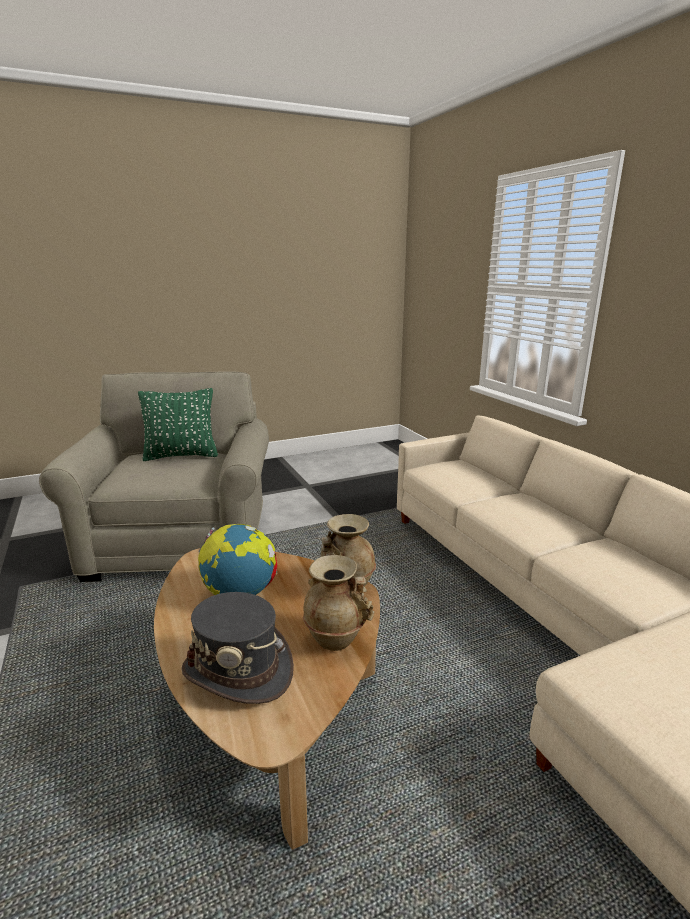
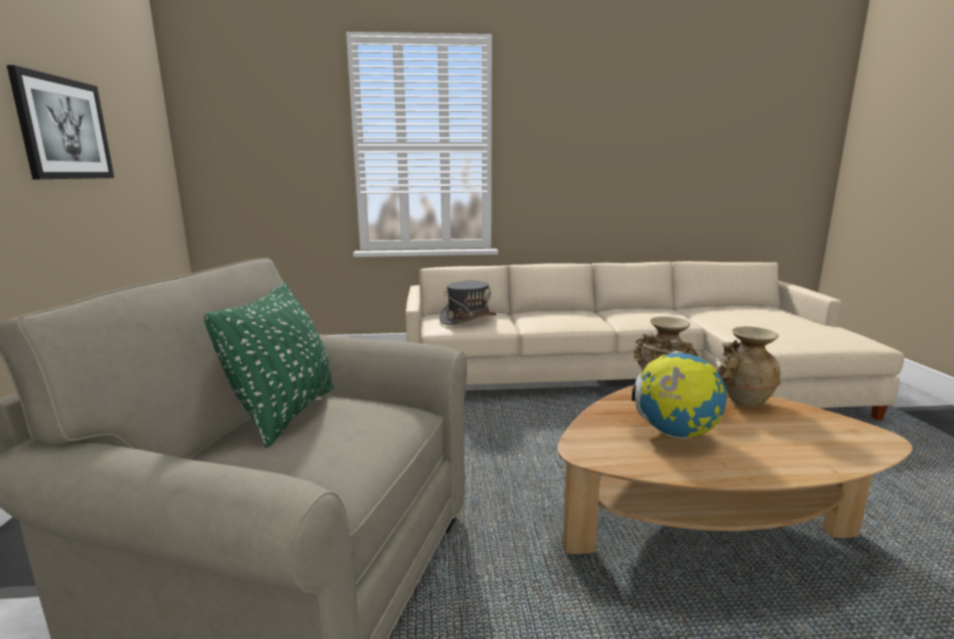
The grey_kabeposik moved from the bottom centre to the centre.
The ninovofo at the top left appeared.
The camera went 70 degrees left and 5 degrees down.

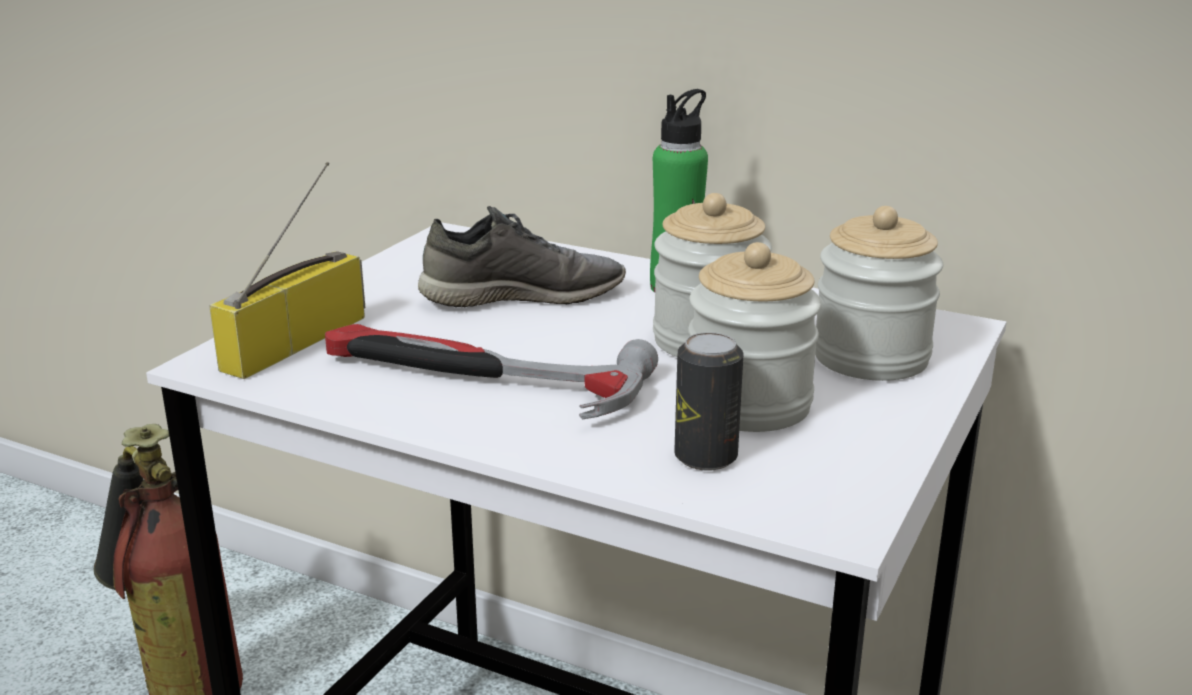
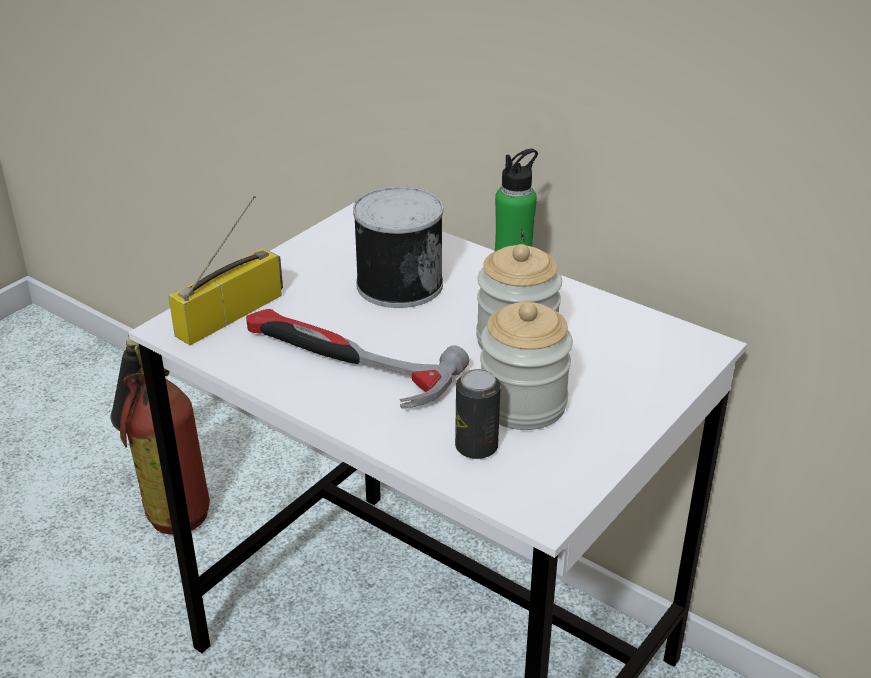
The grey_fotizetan at the centre was replaced by the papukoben (no. 1 from left) at the centre.
The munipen (no. 3 from left) at the middle right disappeared.
The camera went 10 degrees right and 10 degrees up.

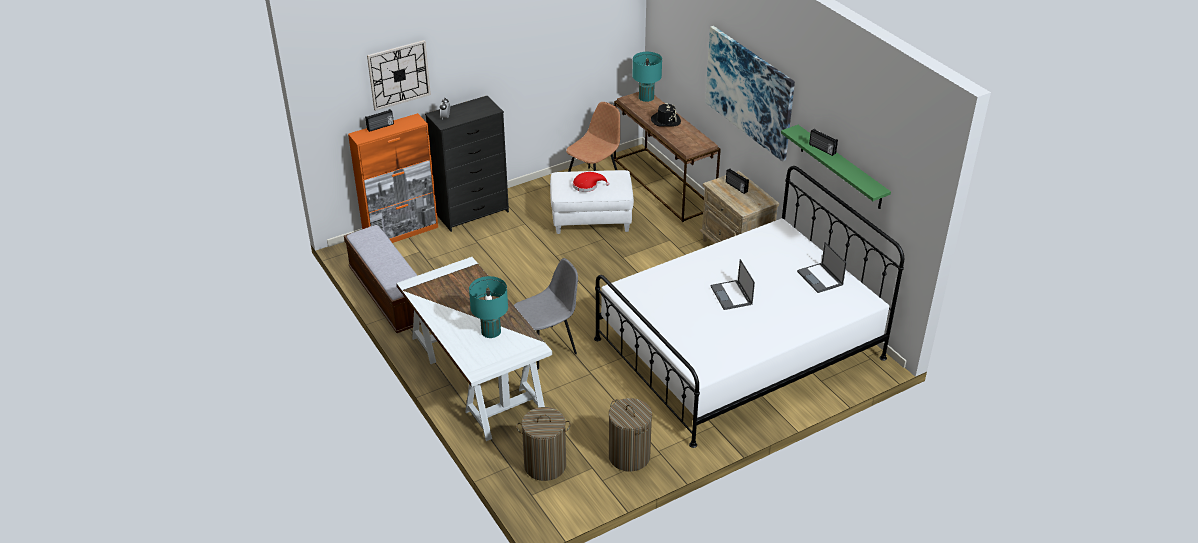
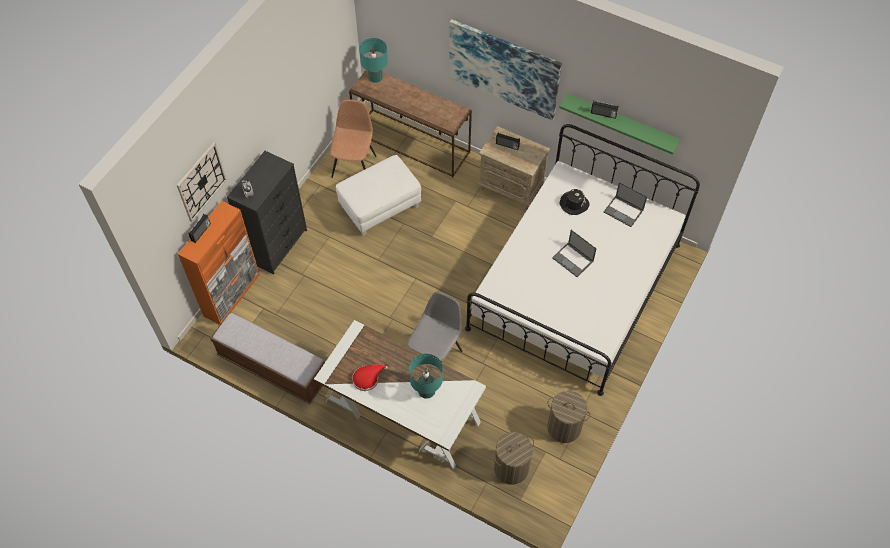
The red_kabeposik moved from the centre to the bottom centre.
The black_kabeposik moved from the top centre to the centre.
The camera went 30 degrees left and 20 degrees up.

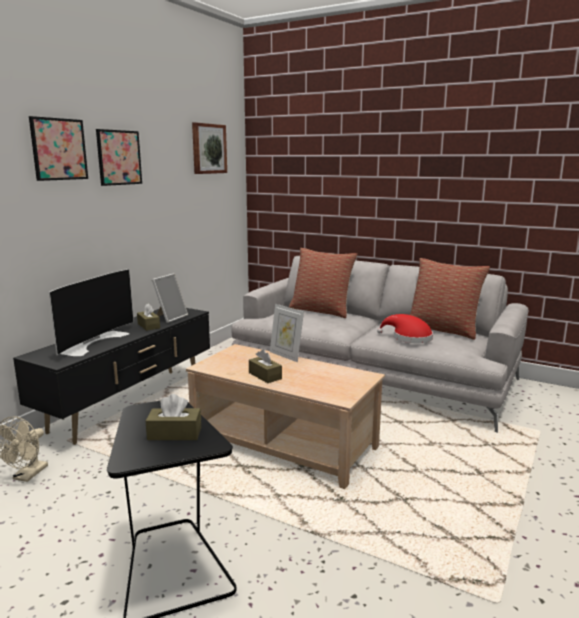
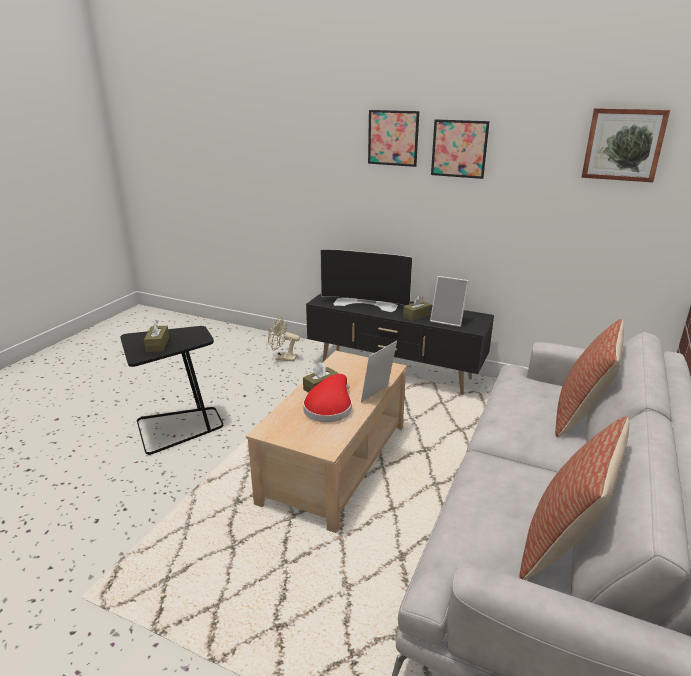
The red_kabeposik moved from the middle right to the centre.
The camera went 85 degrees right and 10 degrees up.

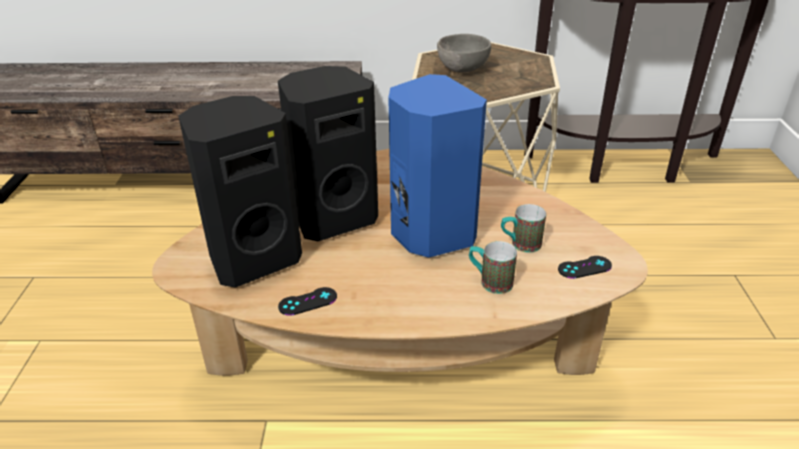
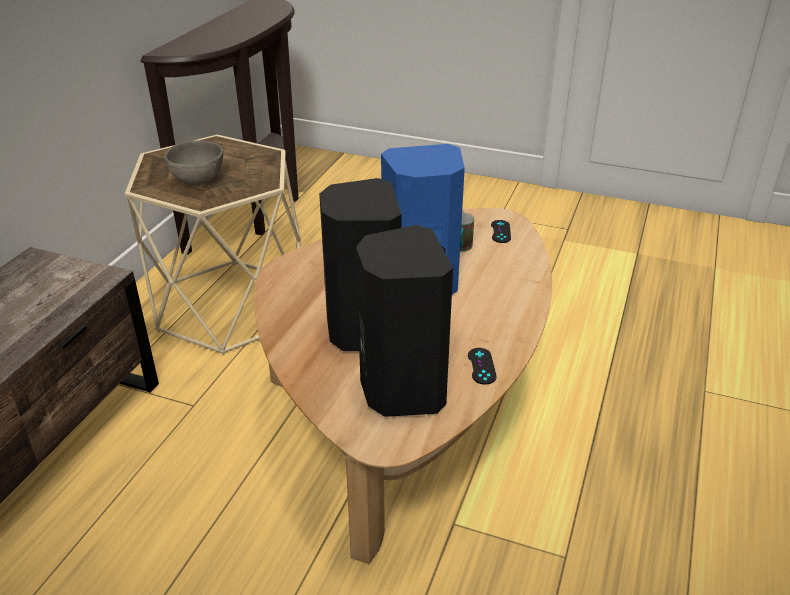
The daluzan (no. 1 from left) at the centre disappeared.
The camera went 70 degrees left and 0 degrees up.

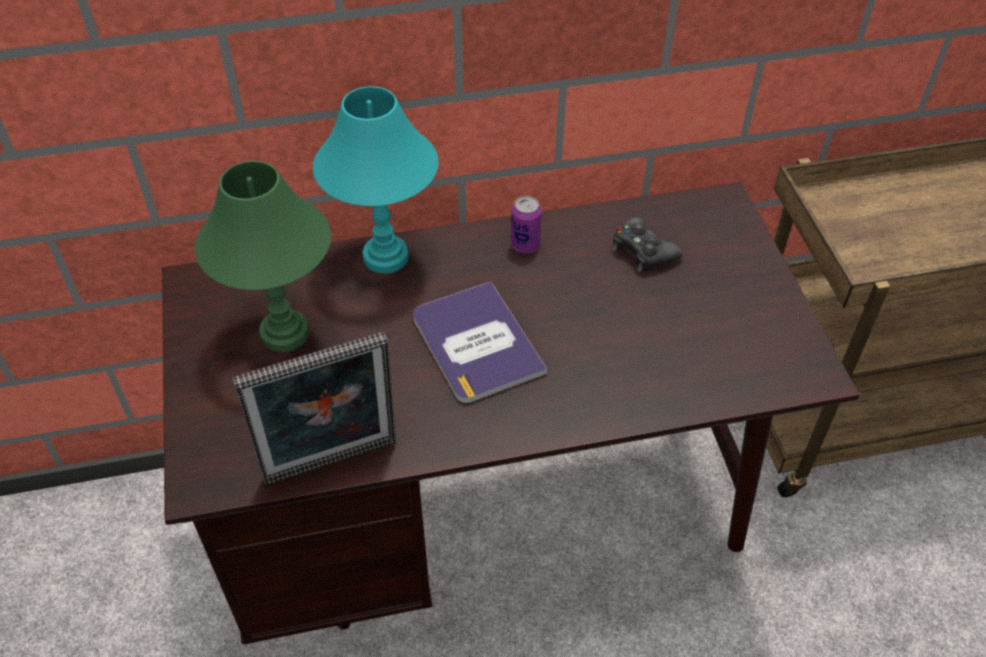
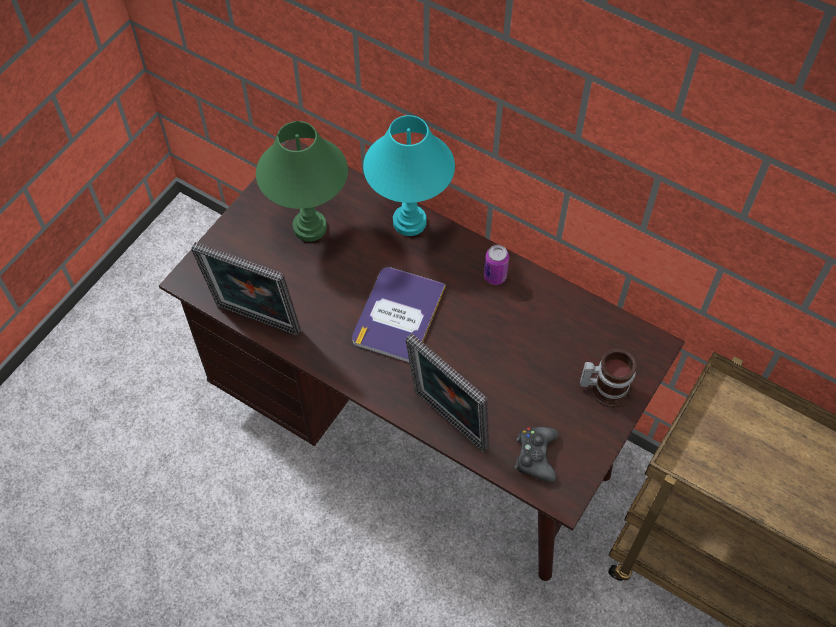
The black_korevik moved from the centre to the bottom centre.
The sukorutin (no. 2 from left) at the centre appeared.
The daluzan at the middle right appeared.
The camera went 45 degrees right and 10 degrees up.

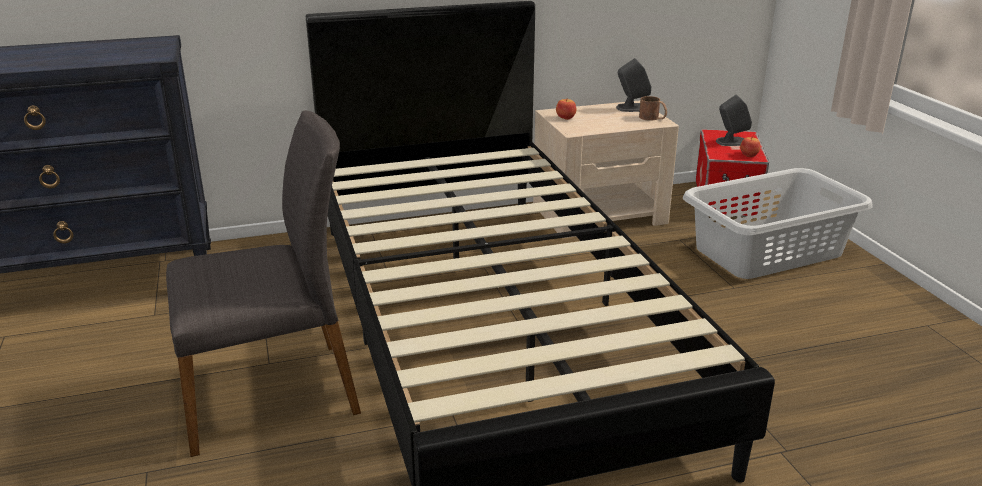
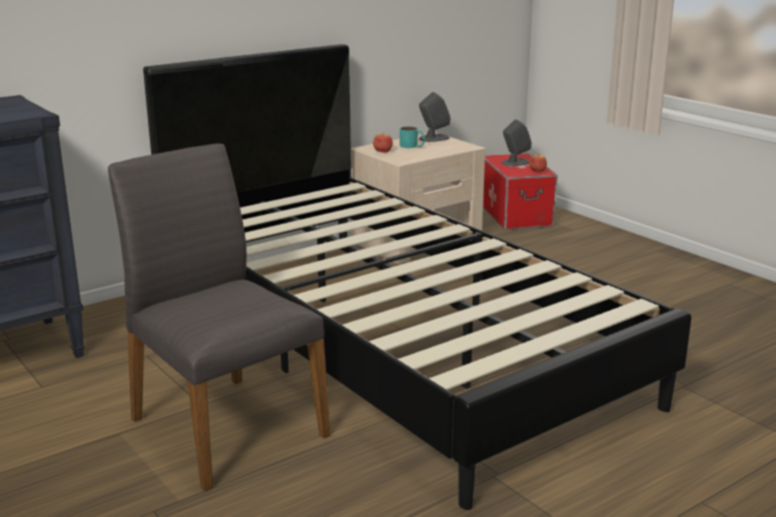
The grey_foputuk at the middle left turned 90 degrees counterclockwise.
The brown_daluzan at the top centre disappeared.
The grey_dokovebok at the middle right disappeared.
The turquoise_daluzan at the top centre appeared.
The camera went 20 degrees left and 5 degrees down.

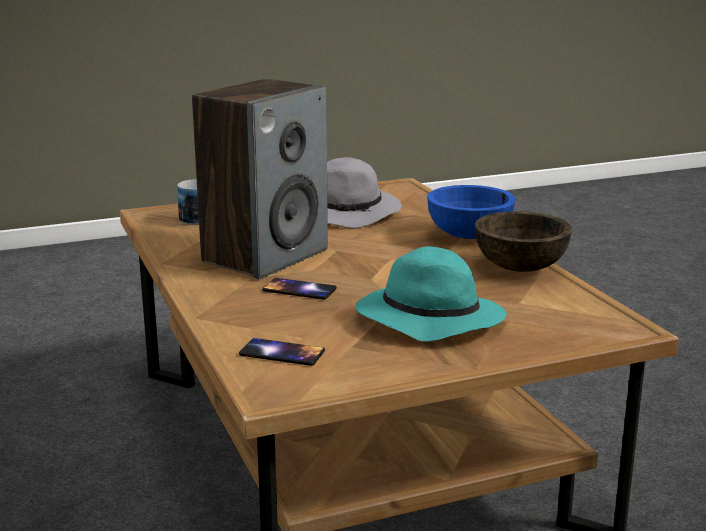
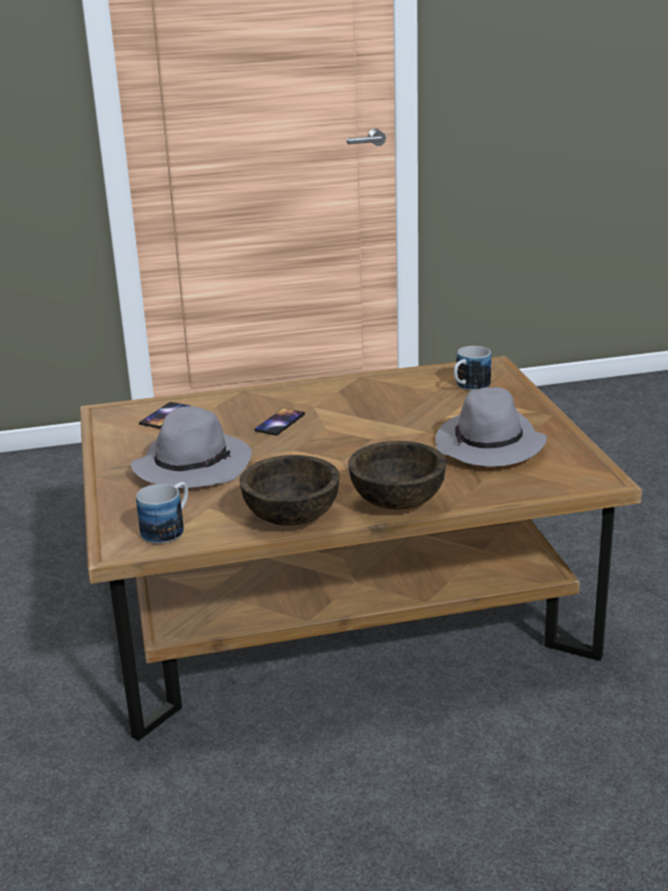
The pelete at the centre disappeared.
The turquoise_kabeposik at the centre became the grey_kabeposik (no. 1 from left) at the middle left.
The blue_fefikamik at the middle right became the brown_fefikamik (no. 2 from left) at the centre.
The daluzan (no. 1 from left) at the middle left appeared.
The camera went 100 degrees right and 5 degrees up.

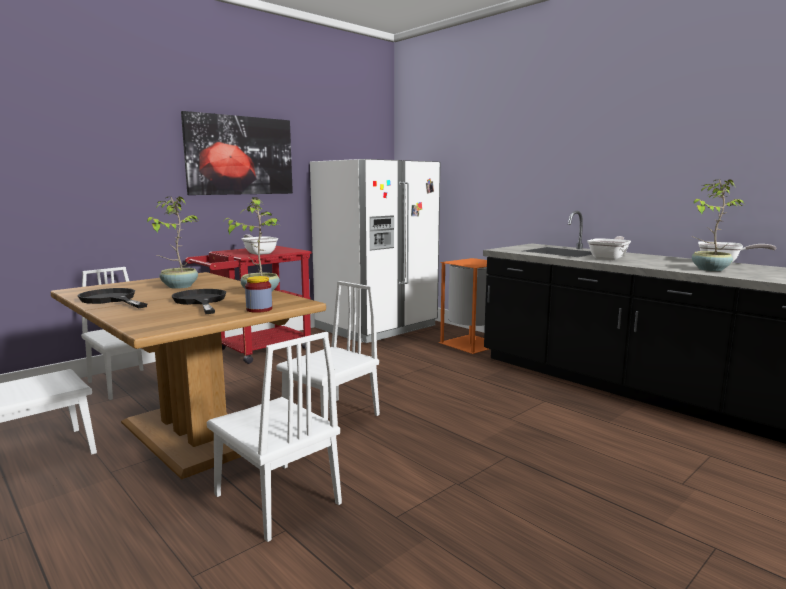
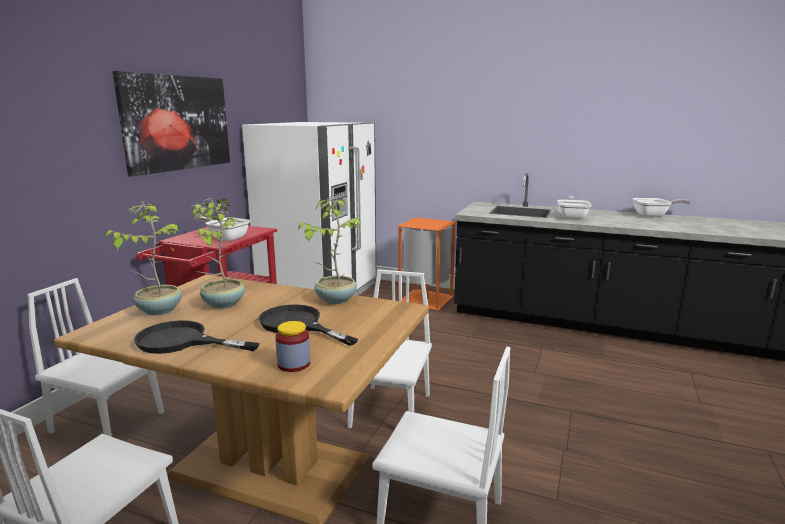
The munipen moved from the middle left to the centre.
The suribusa (no. 3 from left in the first image) moved from the middle right to the middle left.
The camera went 25 degrees left and 5 degrees up.

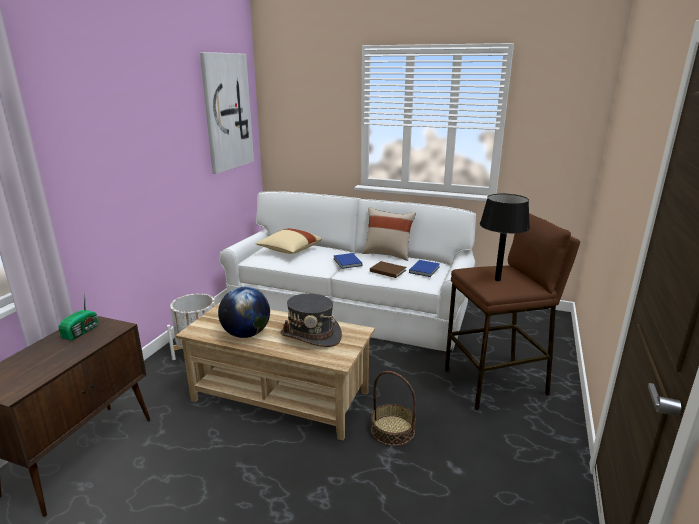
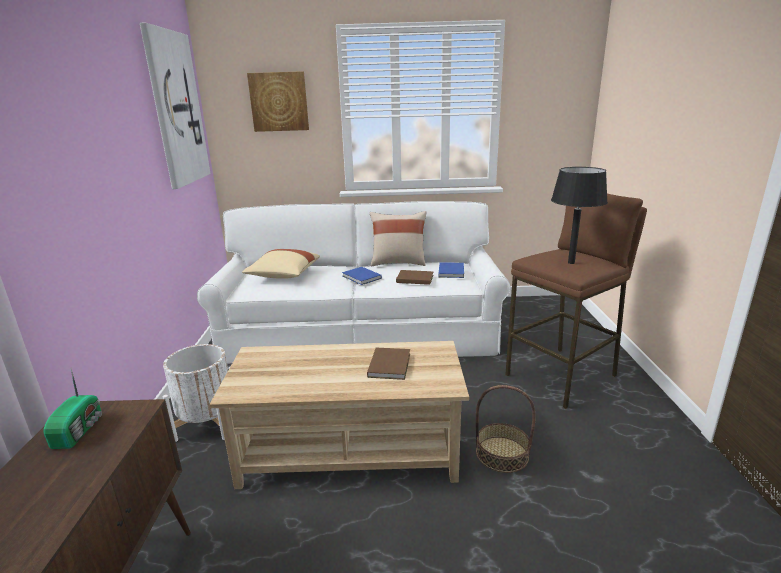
The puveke at the centre disappeared.
The grey_kabeposik at the centre was replaced by the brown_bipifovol (no. 1 from left) at the centre.
The ninovofo (no. 2 from left) at the top centre appeared.
The camera went 20 degrees left and 0 degrees up.

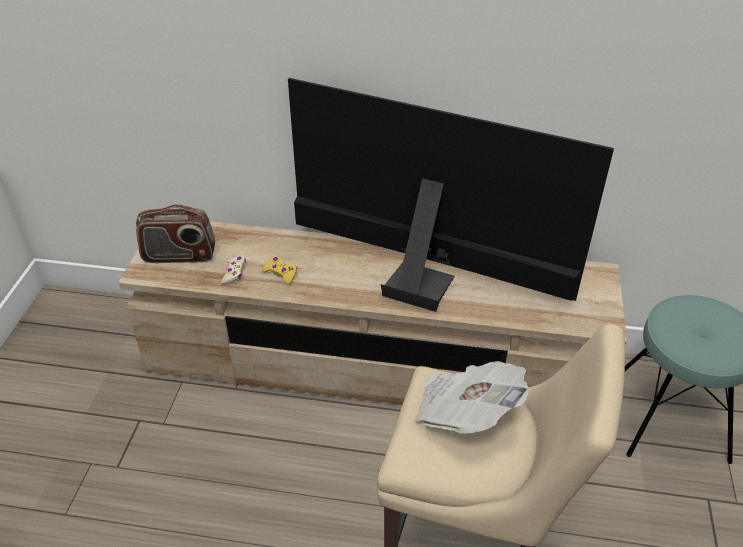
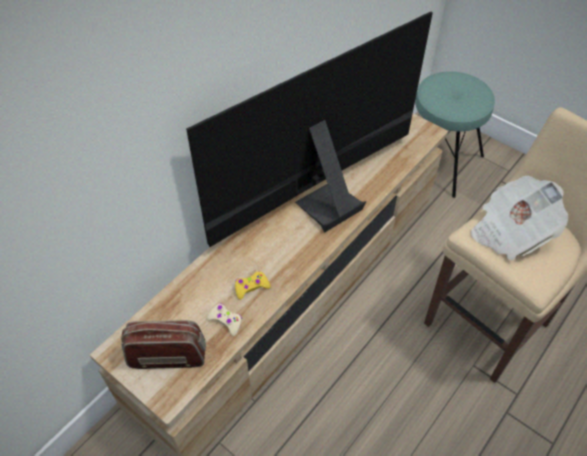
The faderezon at the middle left turned 120 degrees counterclockwise.
The camera went 60 degrees left and 10 degrees up.

